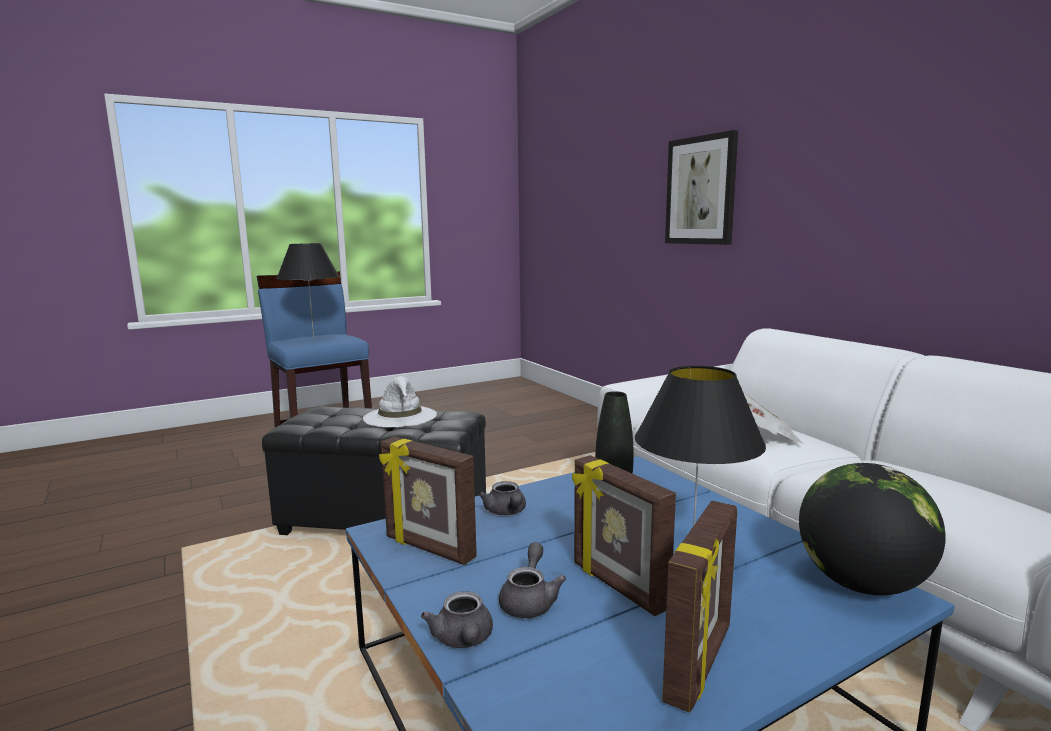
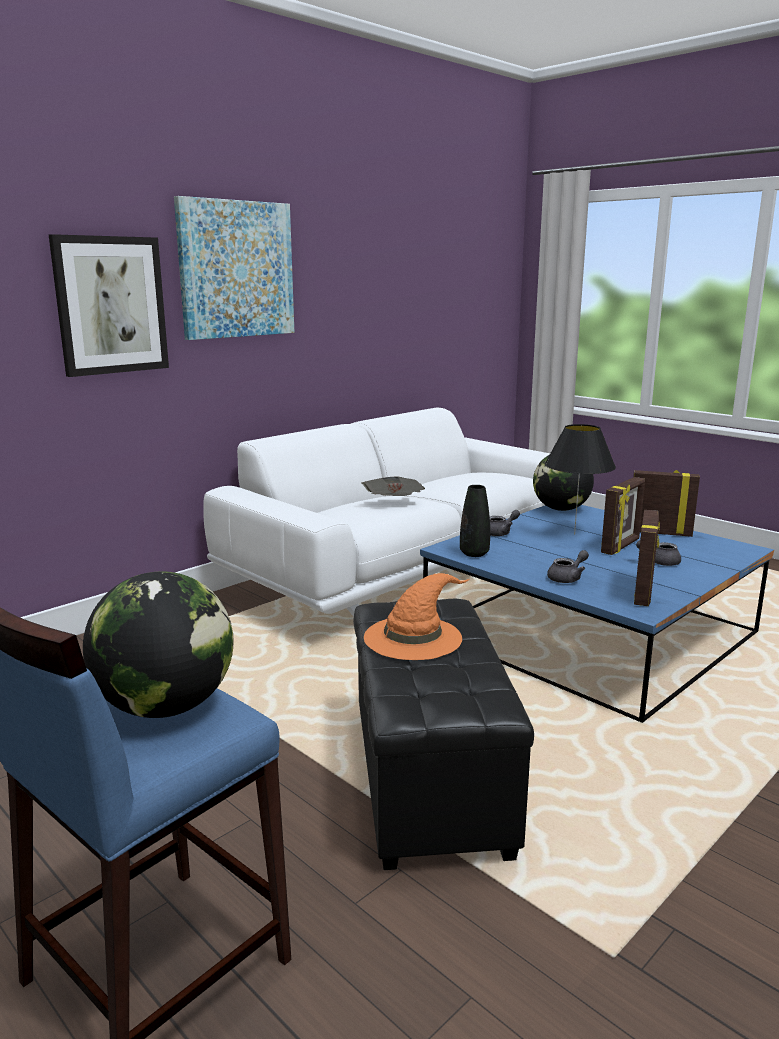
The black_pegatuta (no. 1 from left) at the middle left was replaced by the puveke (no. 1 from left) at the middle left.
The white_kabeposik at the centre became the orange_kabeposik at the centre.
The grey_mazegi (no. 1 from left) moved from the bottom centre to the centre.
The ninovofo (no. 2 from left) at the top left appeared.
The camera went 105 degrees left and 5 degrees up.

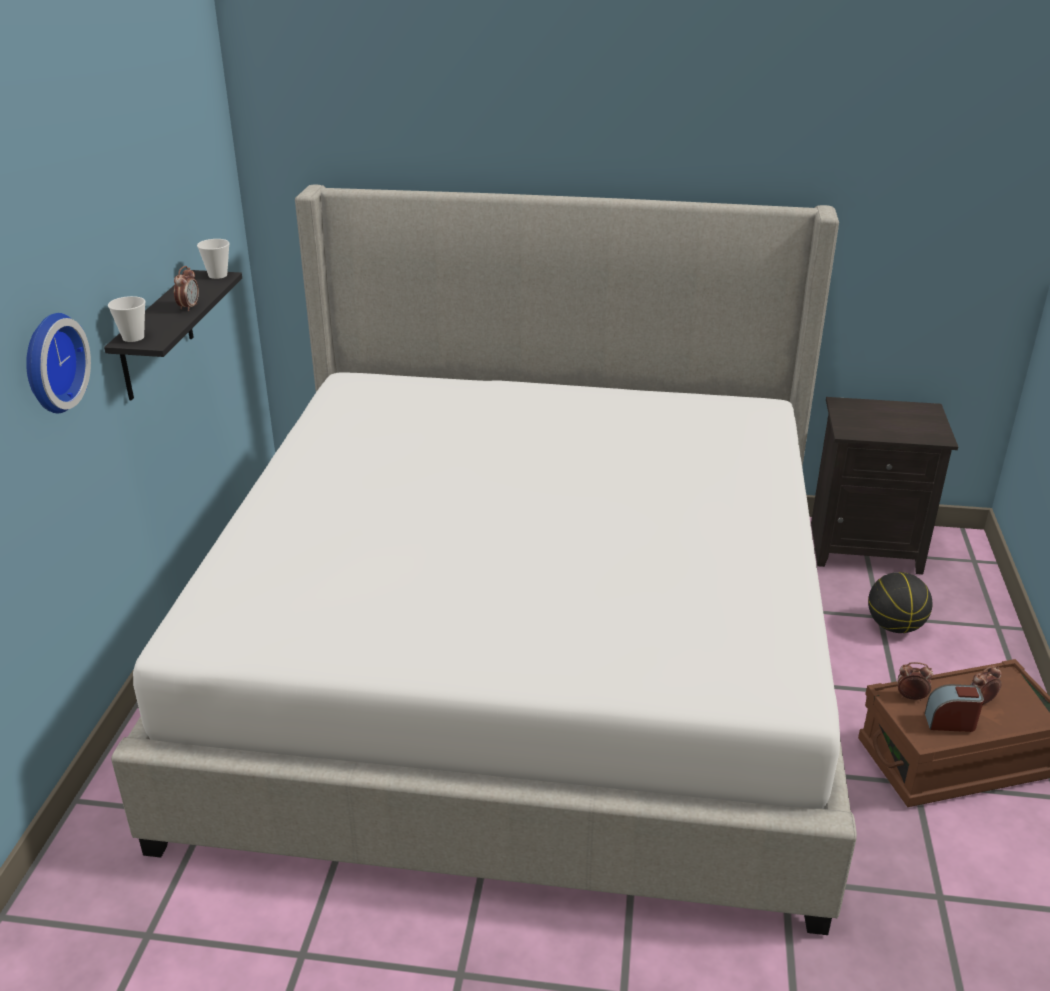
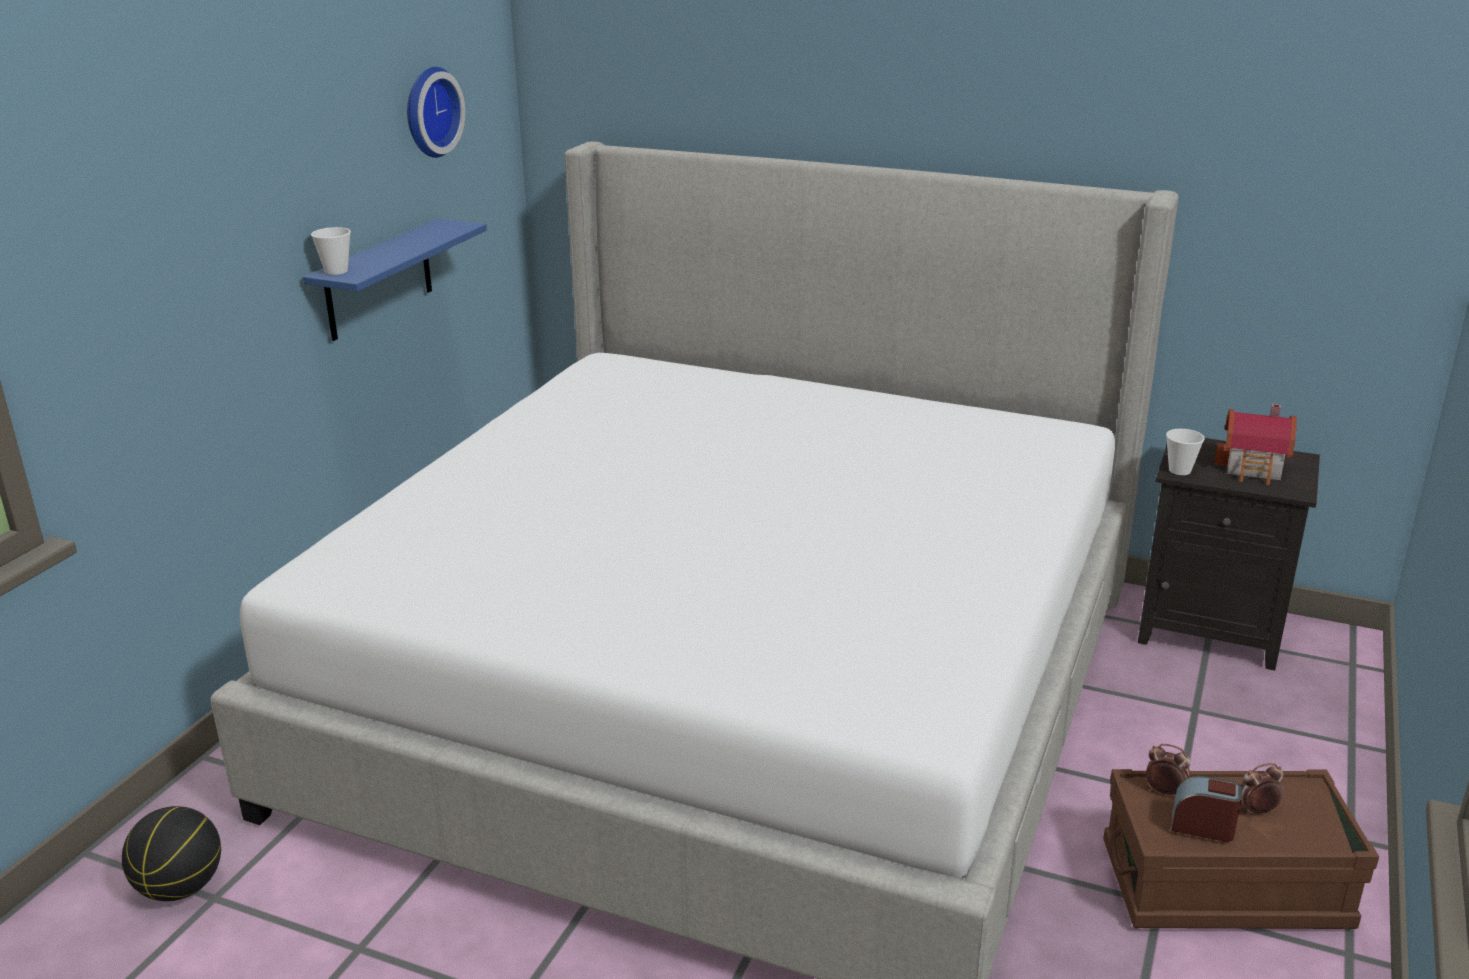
The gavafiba moved from the middle left to the top left.
The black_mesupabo at the middle left became the blue_mesupabo at the top left.
The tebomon (no. 1 from left) at the top left disappeared.
The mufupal (no. 2 from left) moved from the top left to the middle right.
The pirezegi moved from the middle right to the bottom left.
The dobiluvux at the middle right appeared.
The camera went 15 degrees right and 5 degrees down.

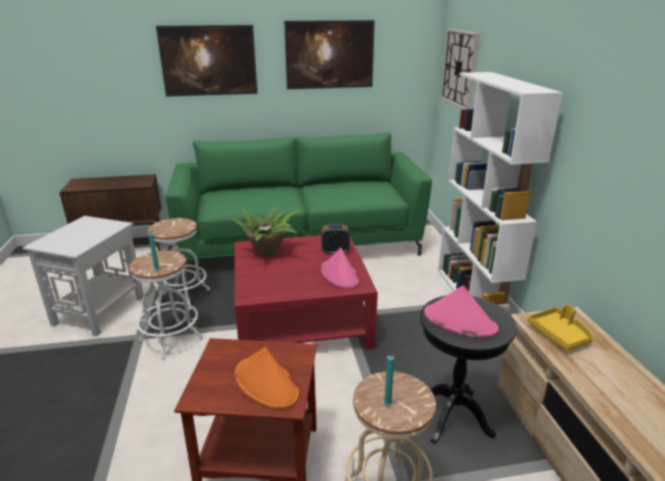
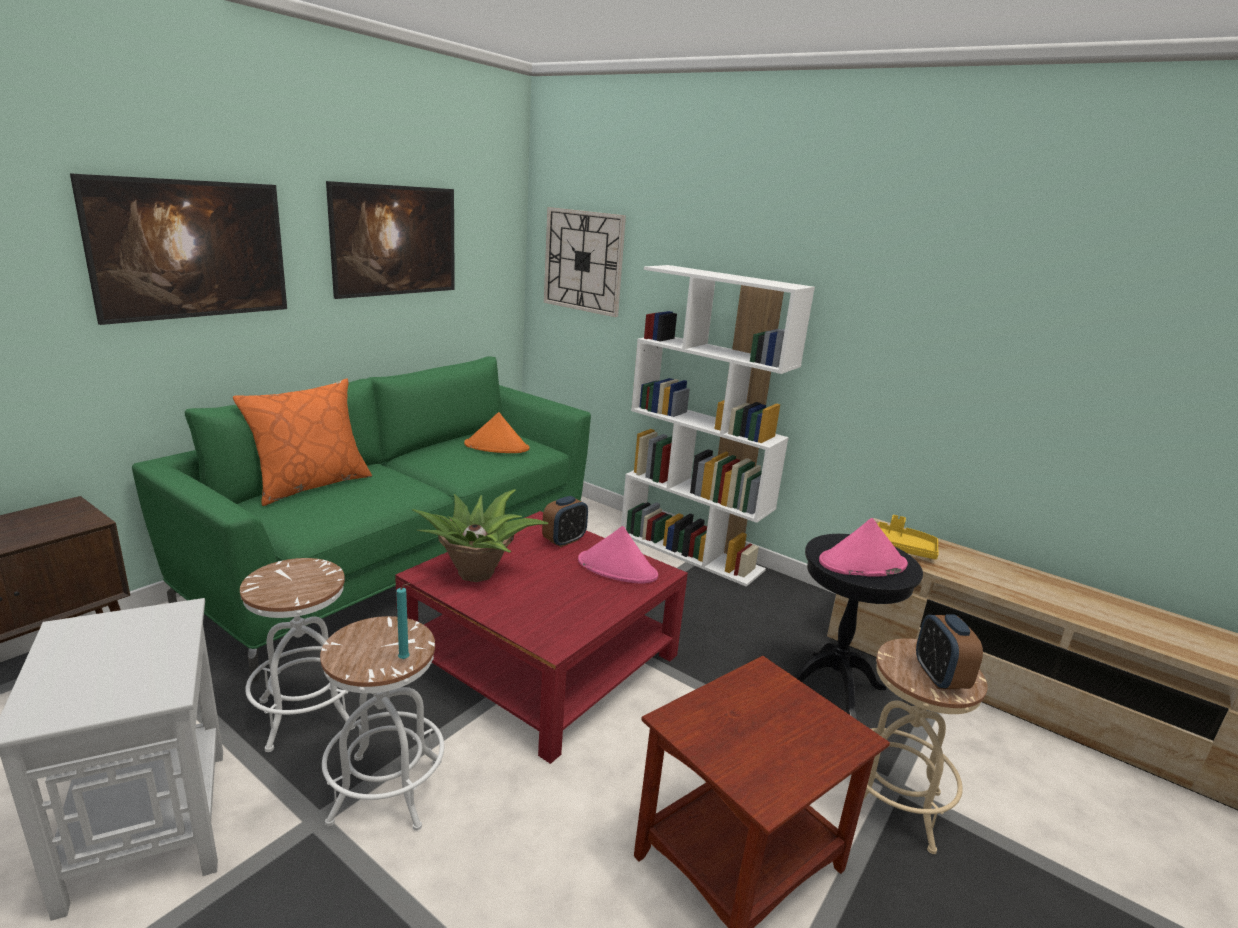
The orange_kabeposik moved from the bottom centre to the centre.
The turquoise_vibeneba (no. 2 from left) at the bottom centre was replaced by the tebomon (no. 2 from left) at the bottom right.
The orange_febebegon at the middle left appeared.
The camera went 45 degrees left and 5 degrees down.

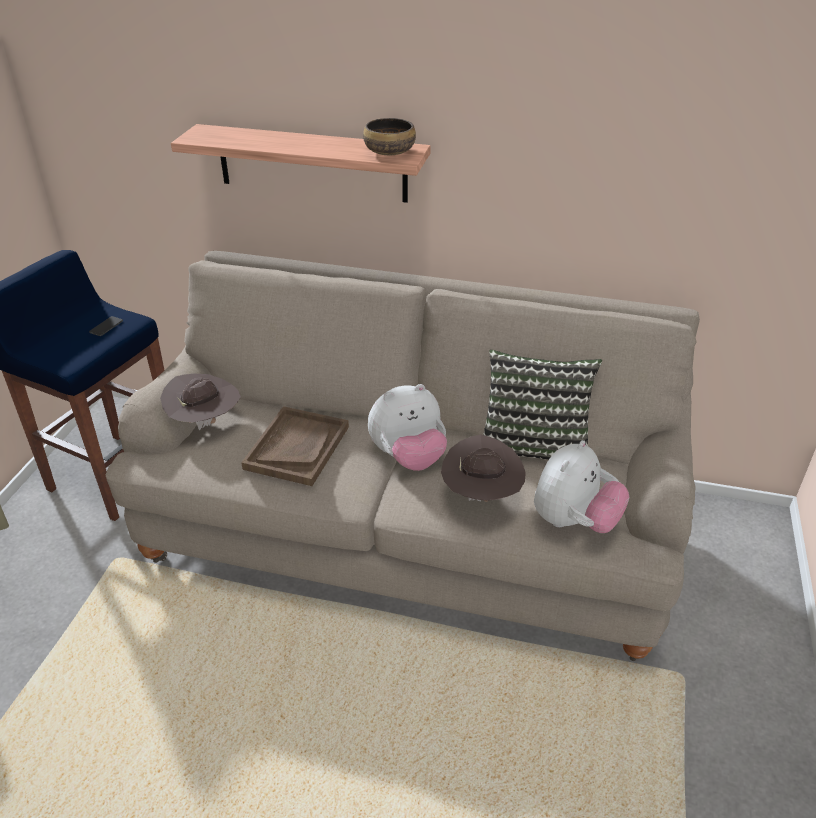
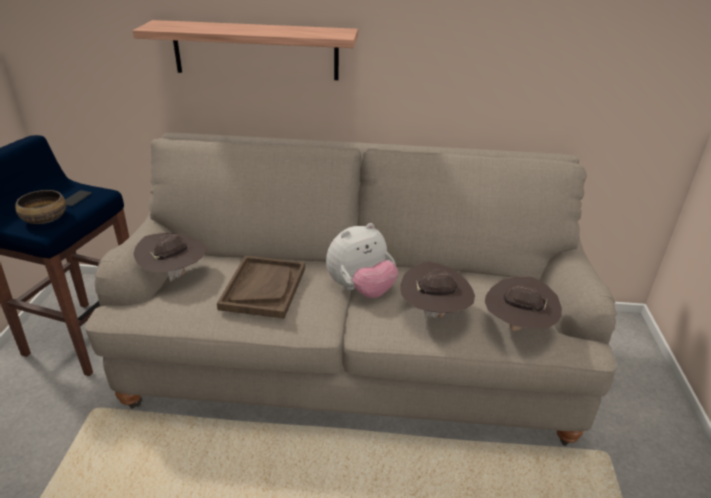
The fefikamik moved from the top centre to the middle left.
The febebegon at the centre disappeared.
The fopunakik (no. 2 from left) at the middle right was replaced by the brown_kabeposik (no. 3 from left) at the middle right.
The camera went 10 degrees left and 5 degrees down.

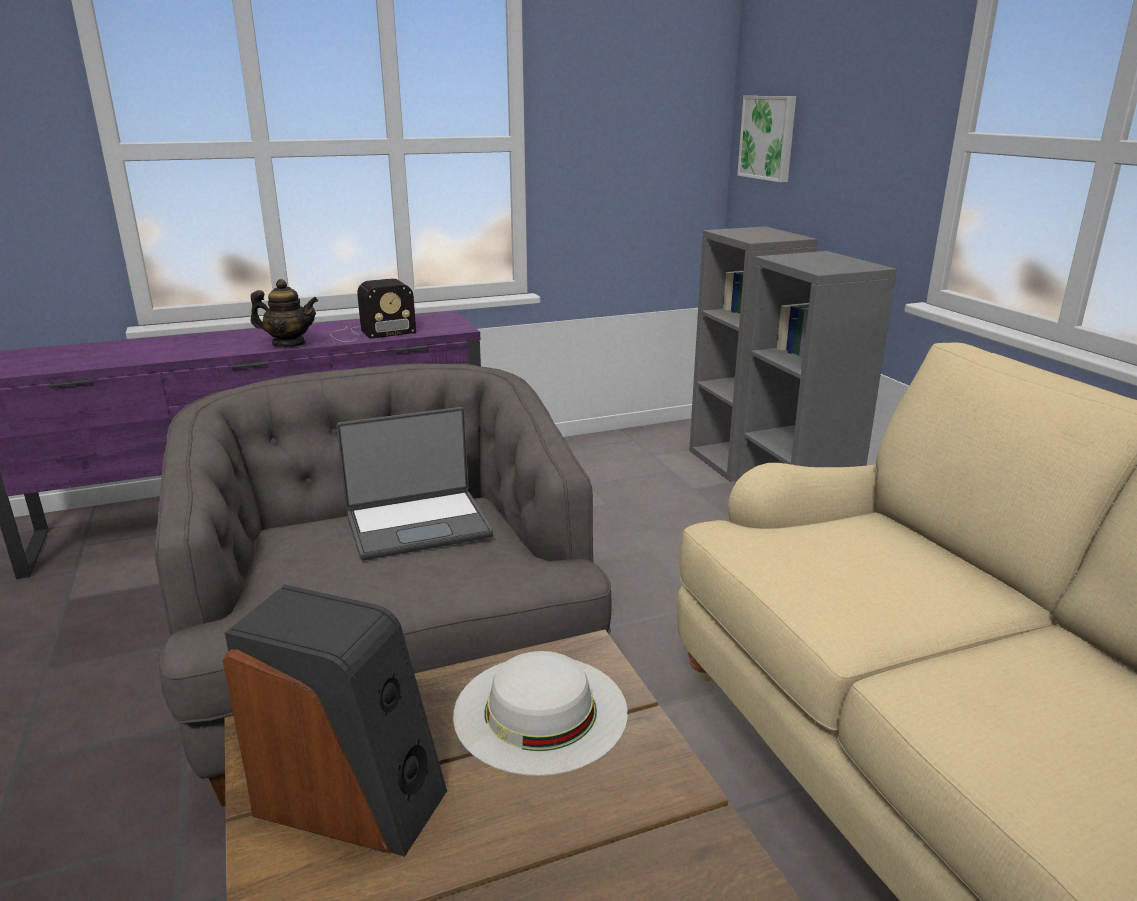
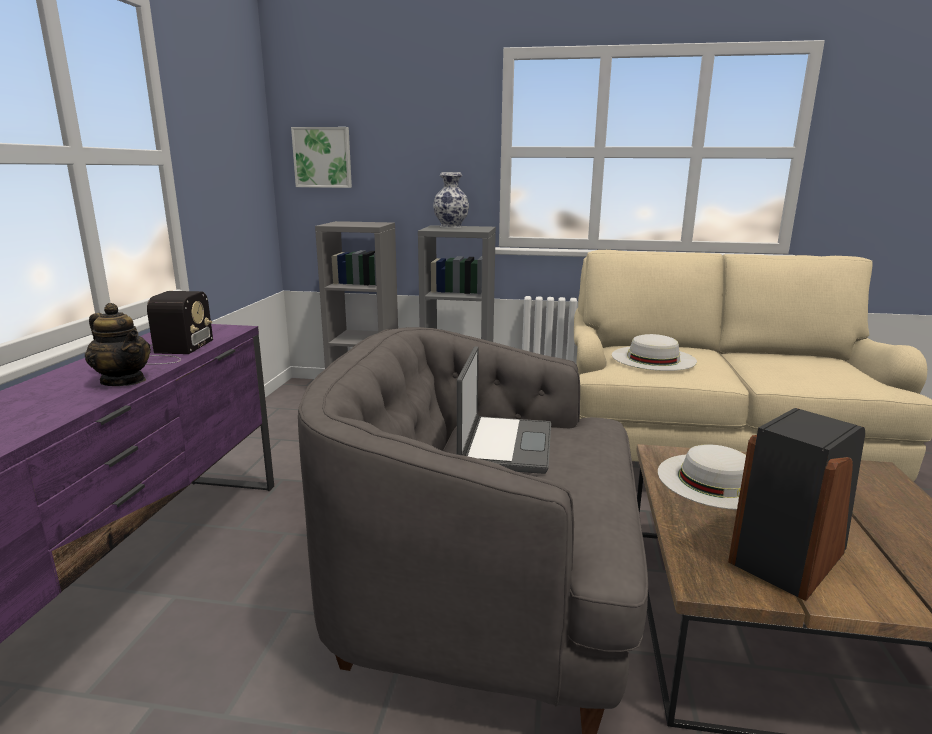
The mazegi at the middle left turned 90 degrees clockwise.
The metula at the top centre appeared.
The white_kabeposik (no. 1 from left) at the middle right appeared.
The camera went 60 degrees left and 5 degrees down.

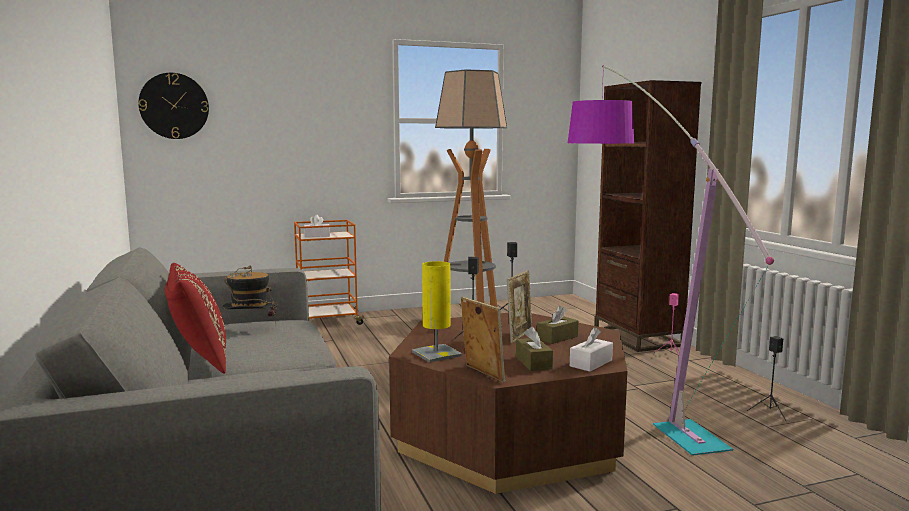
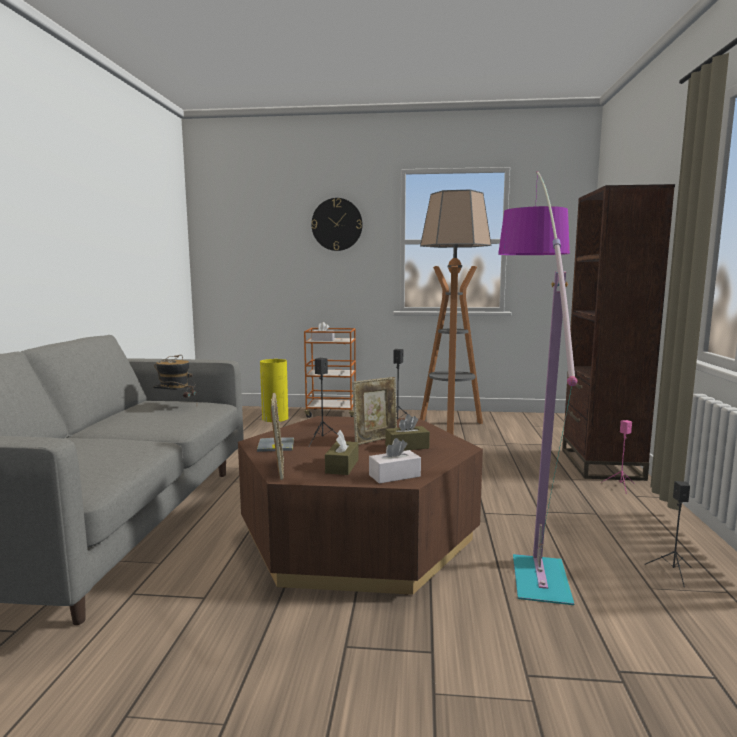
The gavafiba moved from the top left to the top centre.
The red_febebegon at the middle left disappeared.
The camera went 25 degrees right and 0 degrees up.

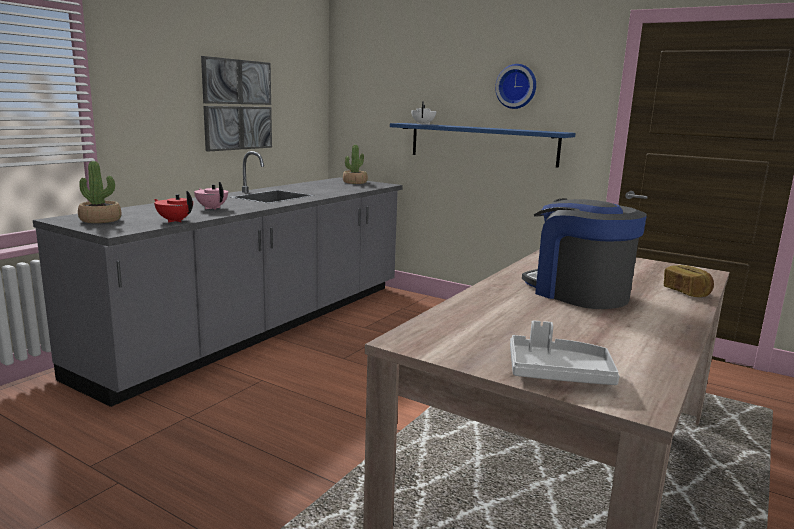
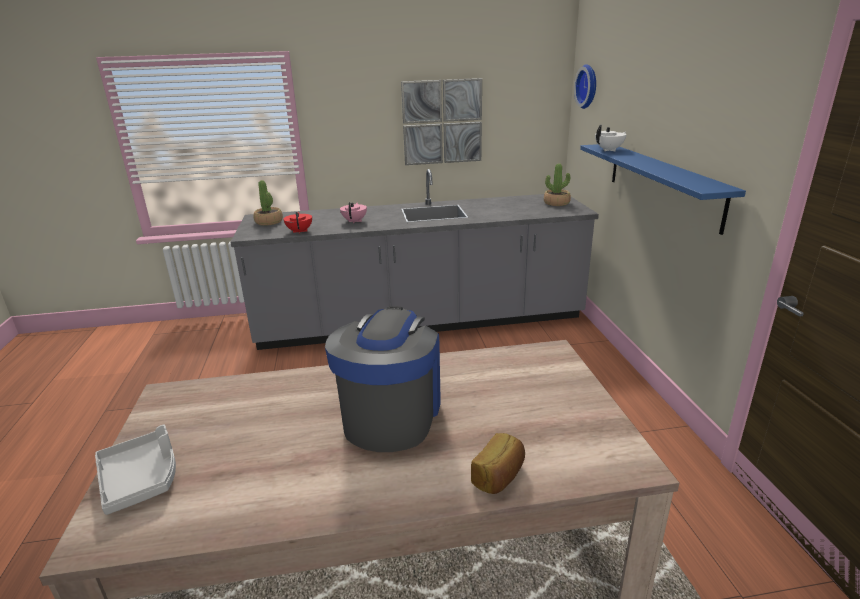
The gavafiba moved from the top centre to the top right.
The camera went 50 degrees right and 10 degrees up.

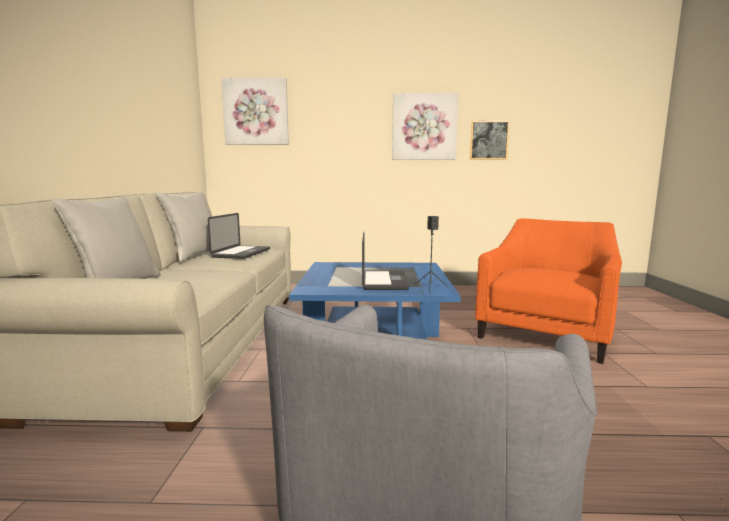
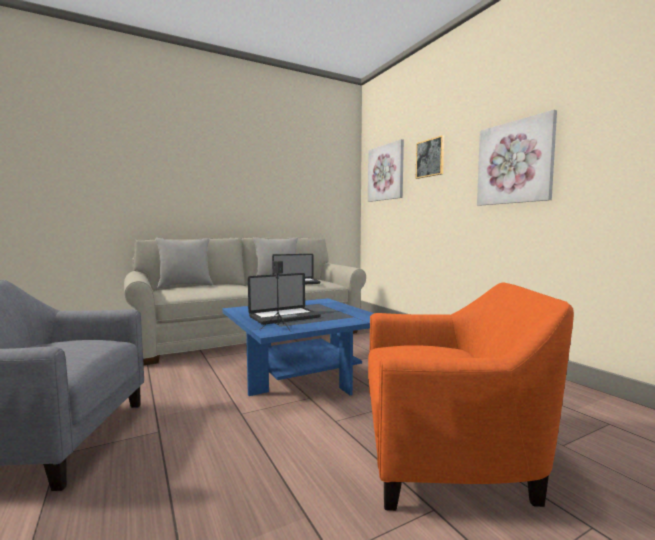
The ninovofo (no. 3 from left in the first image) moved from the top right to the top centre.
The camera went 60 degrees right and 5 degrees down.

